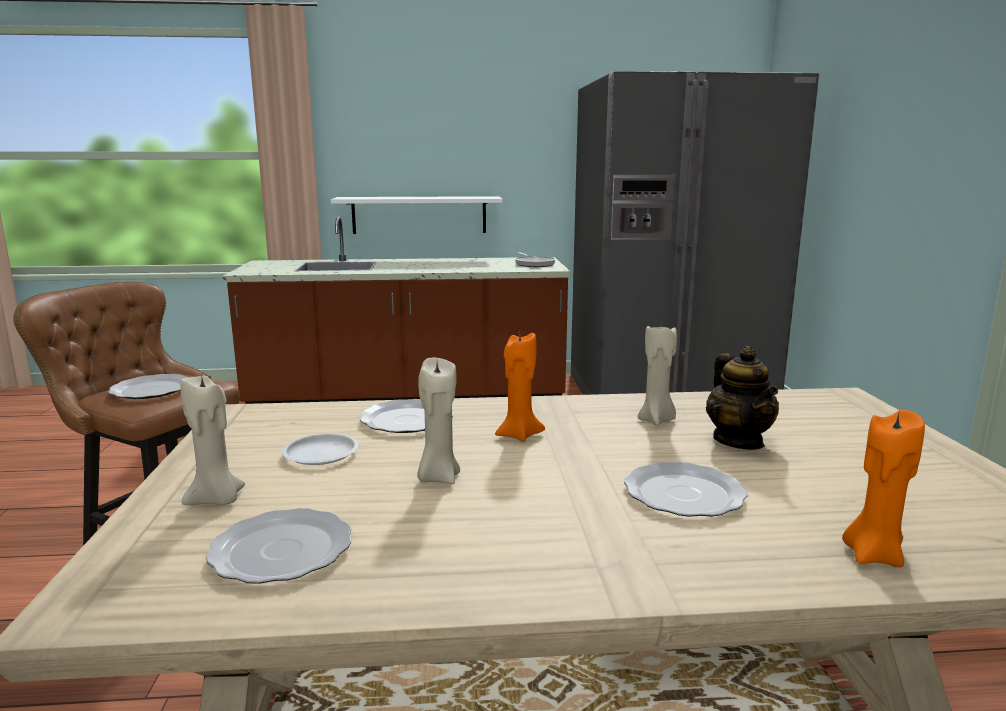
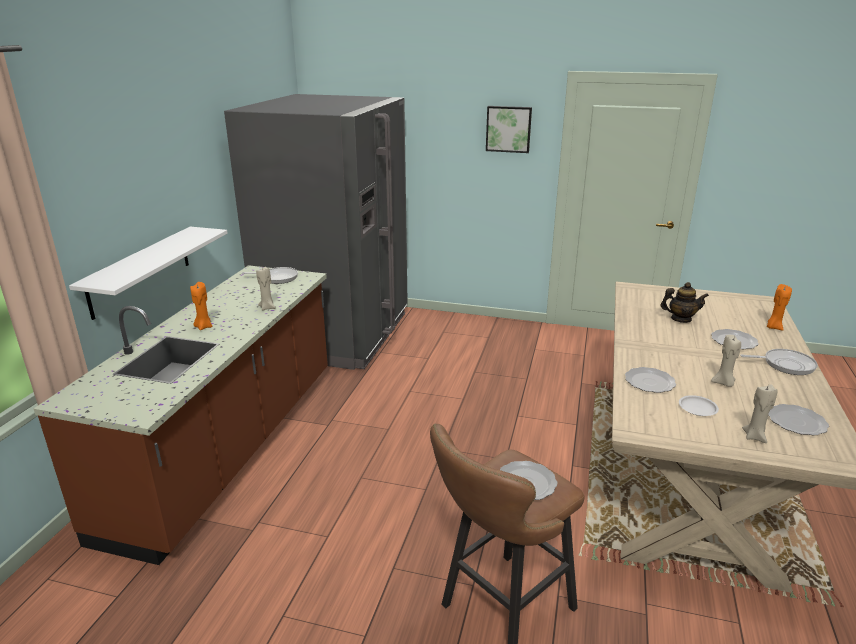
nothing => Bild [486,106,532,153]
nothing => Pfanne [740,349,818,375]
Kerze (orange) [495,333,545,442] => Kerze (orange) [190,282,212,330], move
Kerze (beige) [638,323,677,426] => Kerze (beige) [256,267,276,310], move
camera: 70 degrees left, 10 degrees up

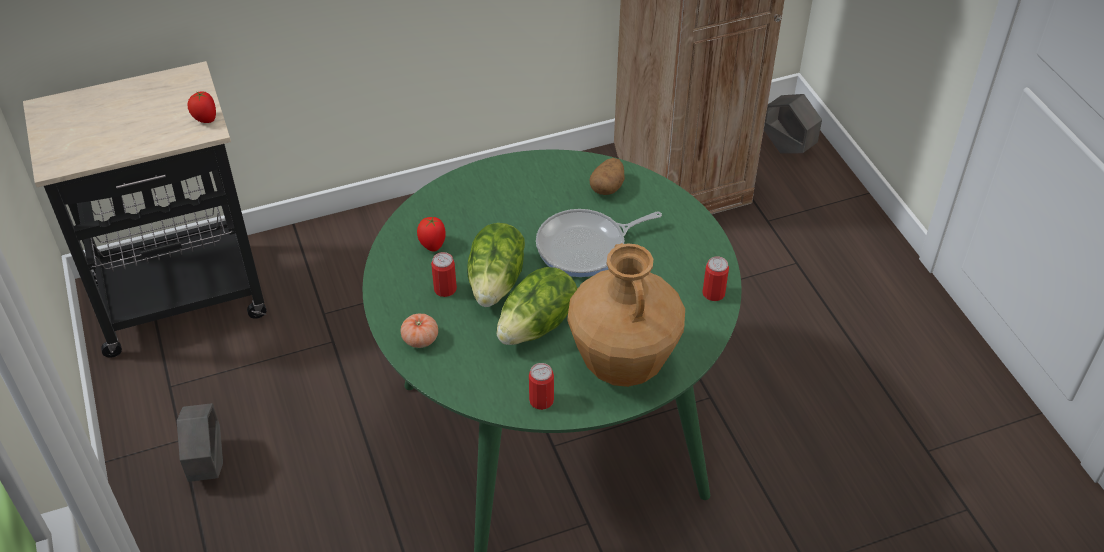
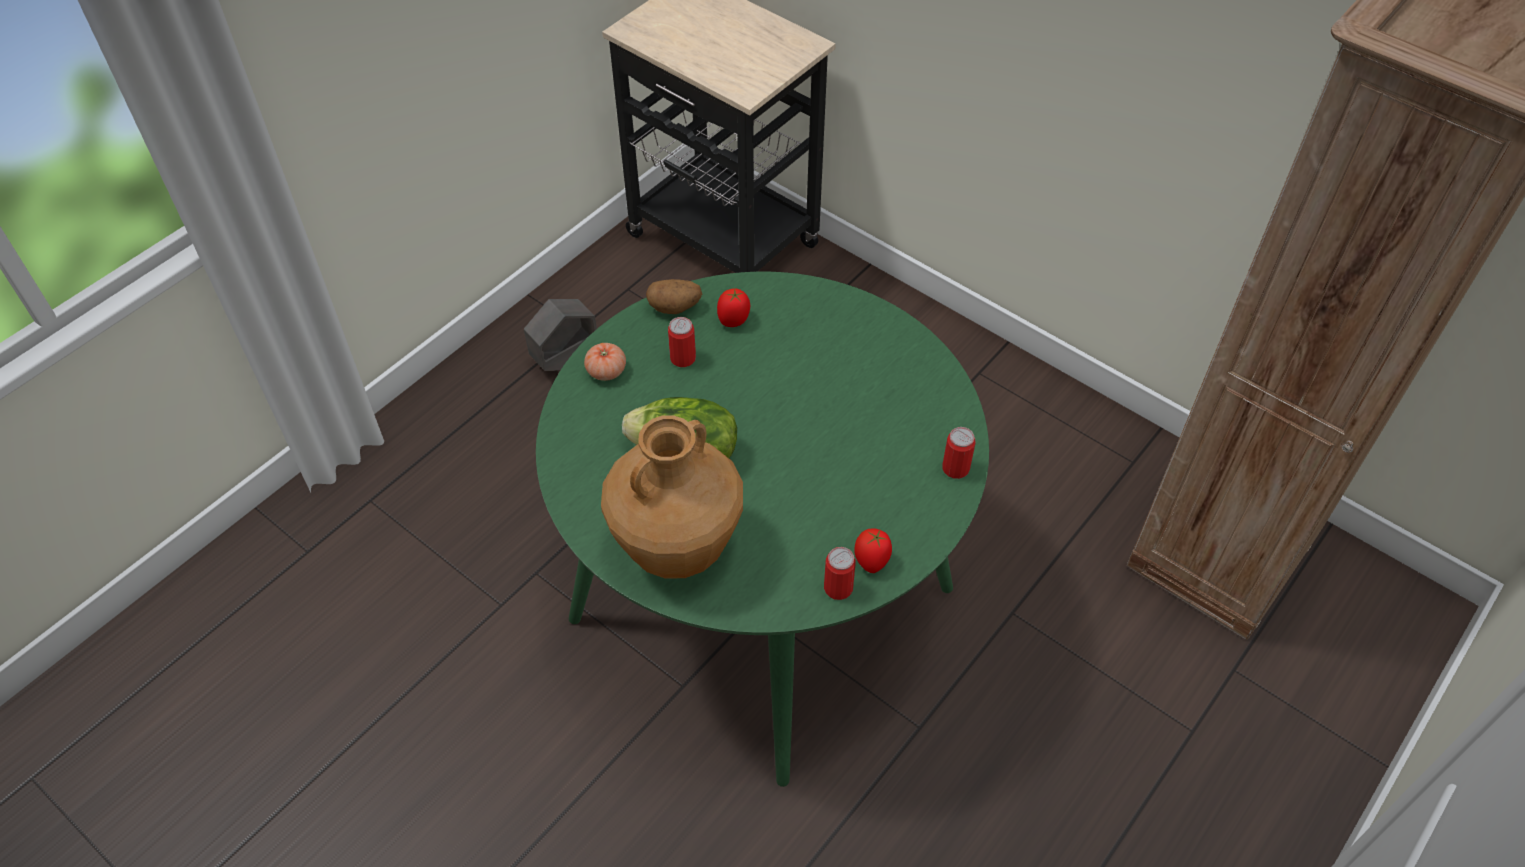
Salatkopf [467,223,525,307] => nothing
Pfanne [536,209,662,277] => nothing
Pflanzkübel (grau) [764,94,822,154] => nothing
Tomate [188,91,216,123] => Tomate [854,528,892,573], move
Dose [529,363,554,410] => Dose [942,427,975,479], move
Kartoffel [590,158,625,195] => Kartoffel [646,279,702,314], move
camera: 60 degrees right, 5 degrees up

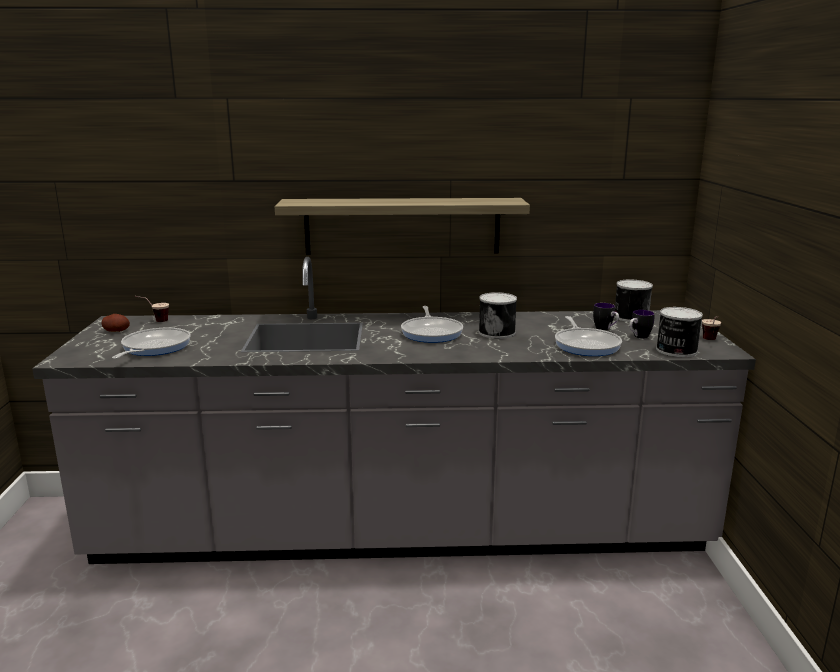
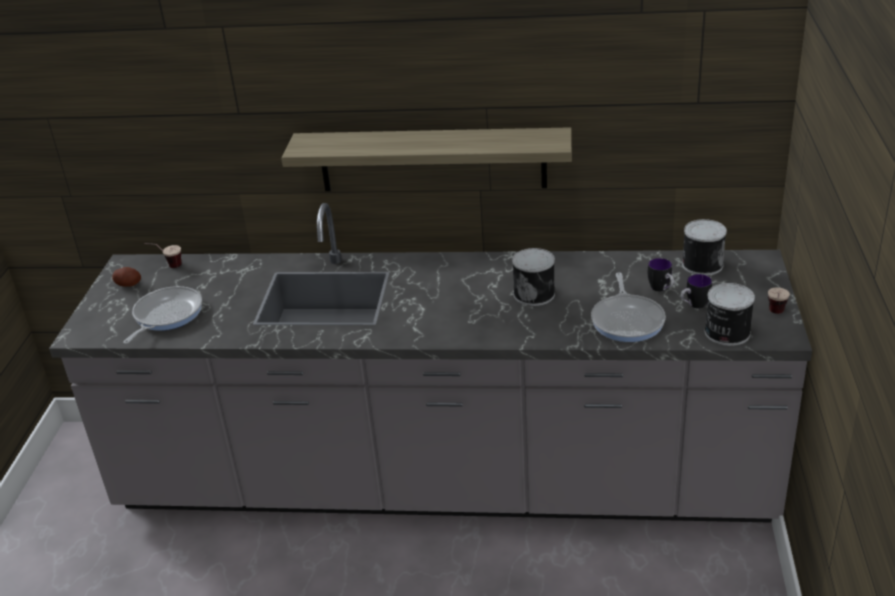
Pfanne [401,306,463,343] => nothing
camera: 10 degrees right, 15 degrees up

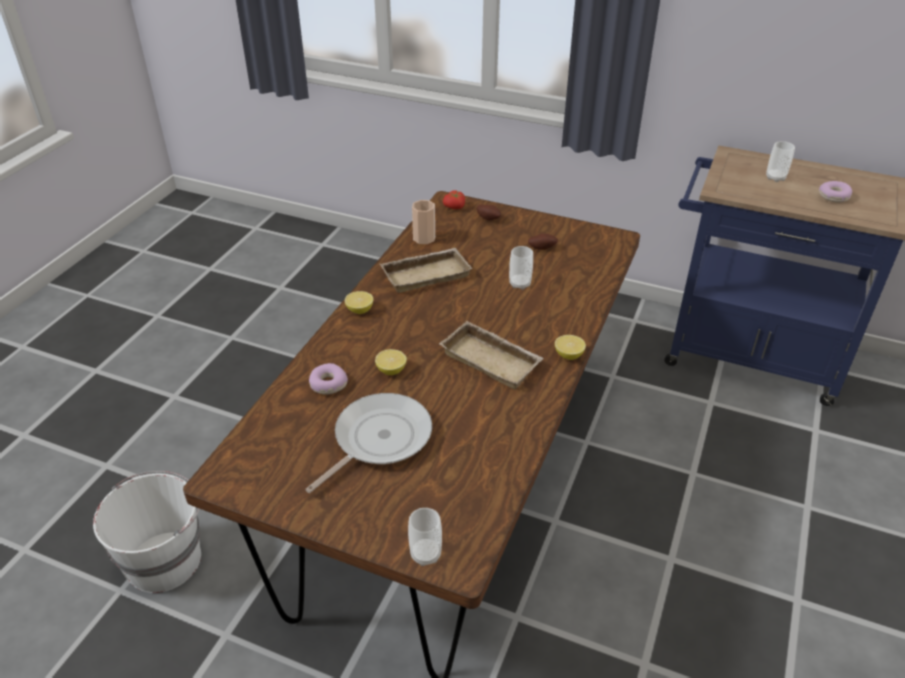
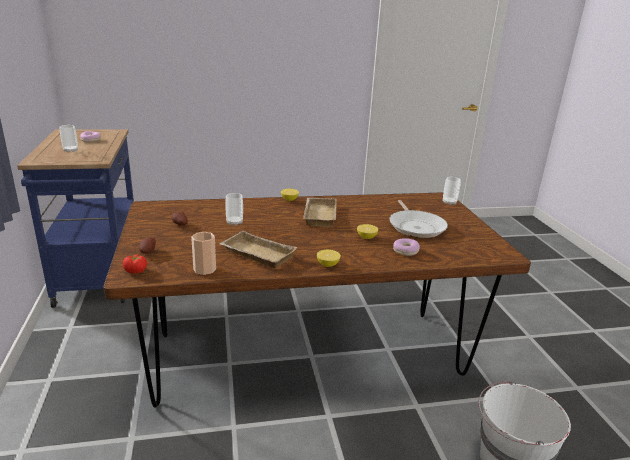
Pfanne [305,393,432,493] => Pfanne [390,200,448,238], 105 degrees counterclockwise
camera: 125 degrees left, 15 degrees down

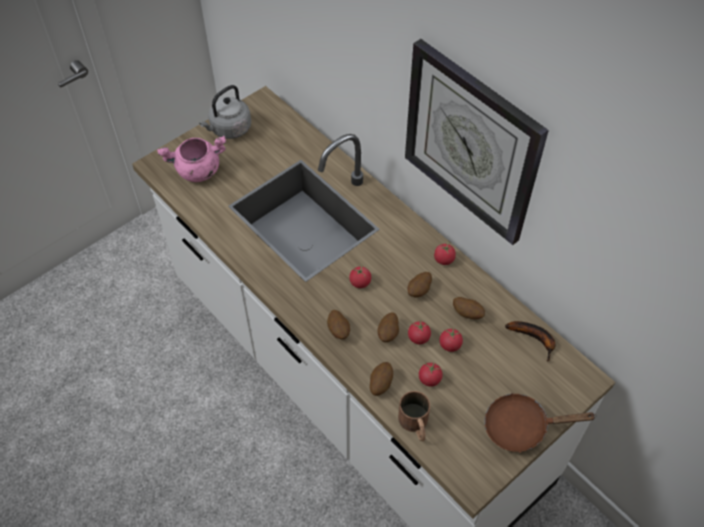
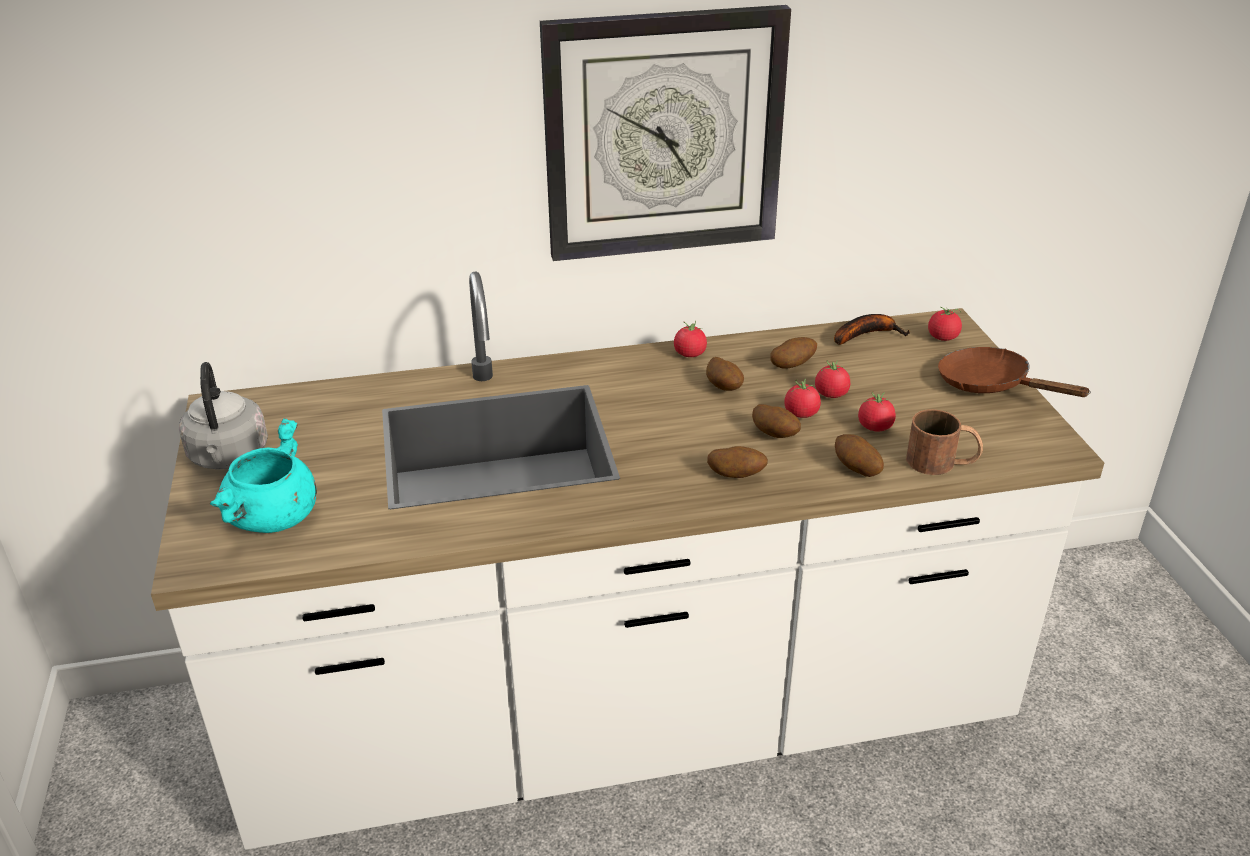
Tomate [349,266,371,288] => Tomate [928,307,962,341], move
Kochtopf (rosa) [157,136,226,182] => Kochtopf (türkis) [210,418,317,533]
Pfanne (braun) [485,393,596,453] => Pfanne (braun) [938,347,1091,397], 105 degrees clockwise
camera: 60 degrees left, 20 degrees down

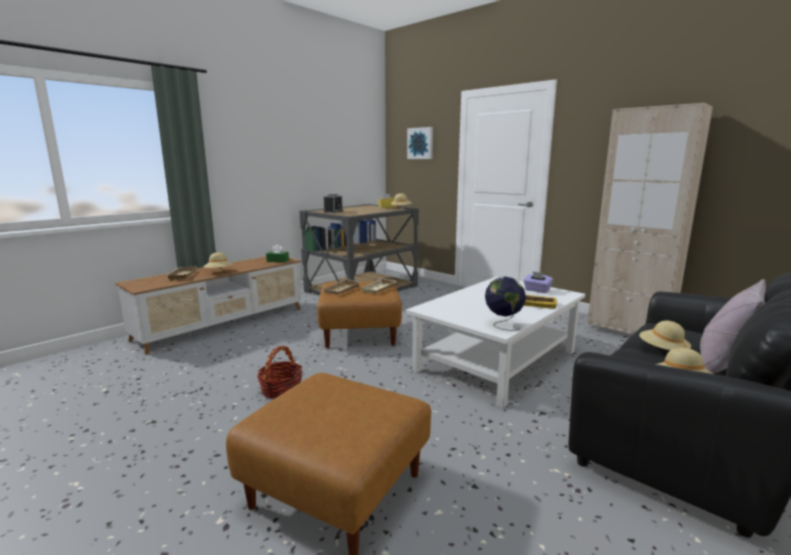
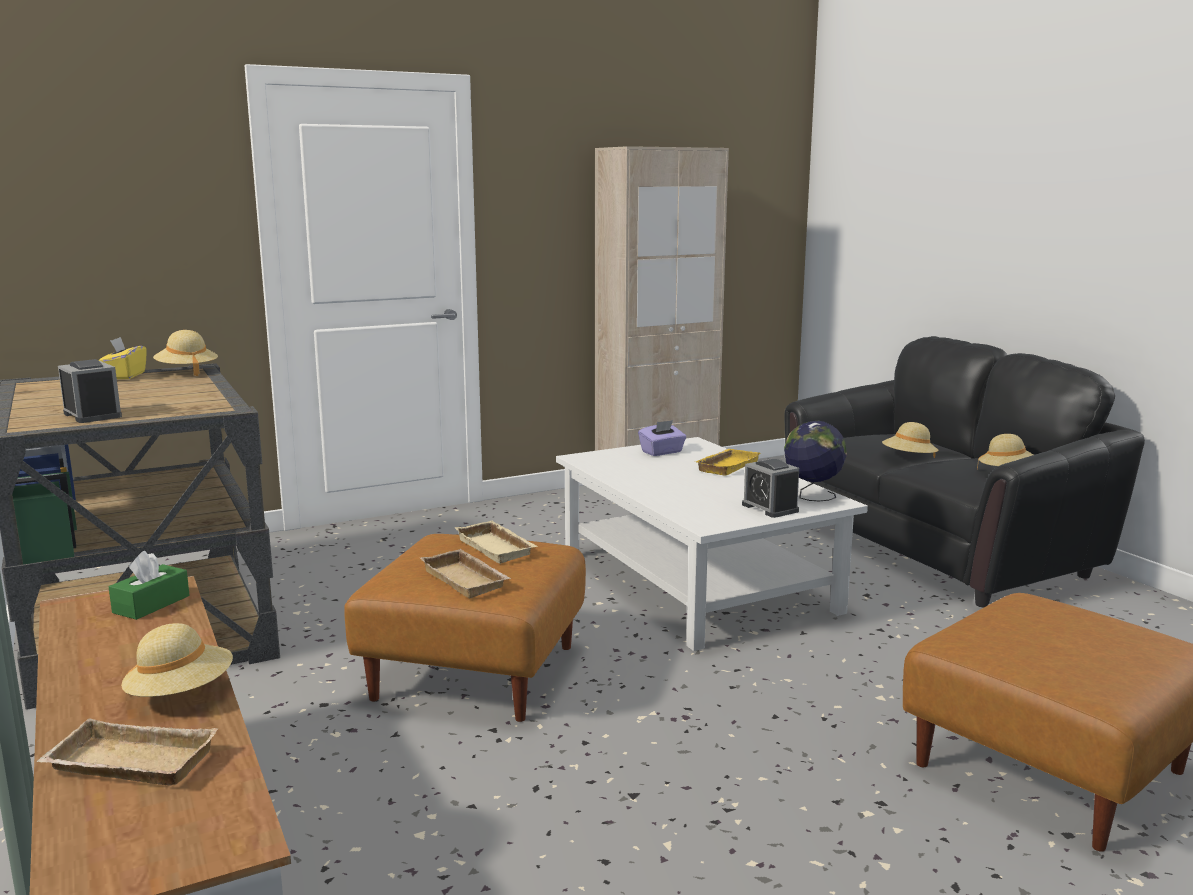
Korb [257,346,303,399] => nothing
Bild [407,127,433,159] => nothing
Kissen (lila) [700,279,766,373] => nothing
nothing => Wecker [742,459,799,518]
camera: 70 degrees left, 0 degrees up

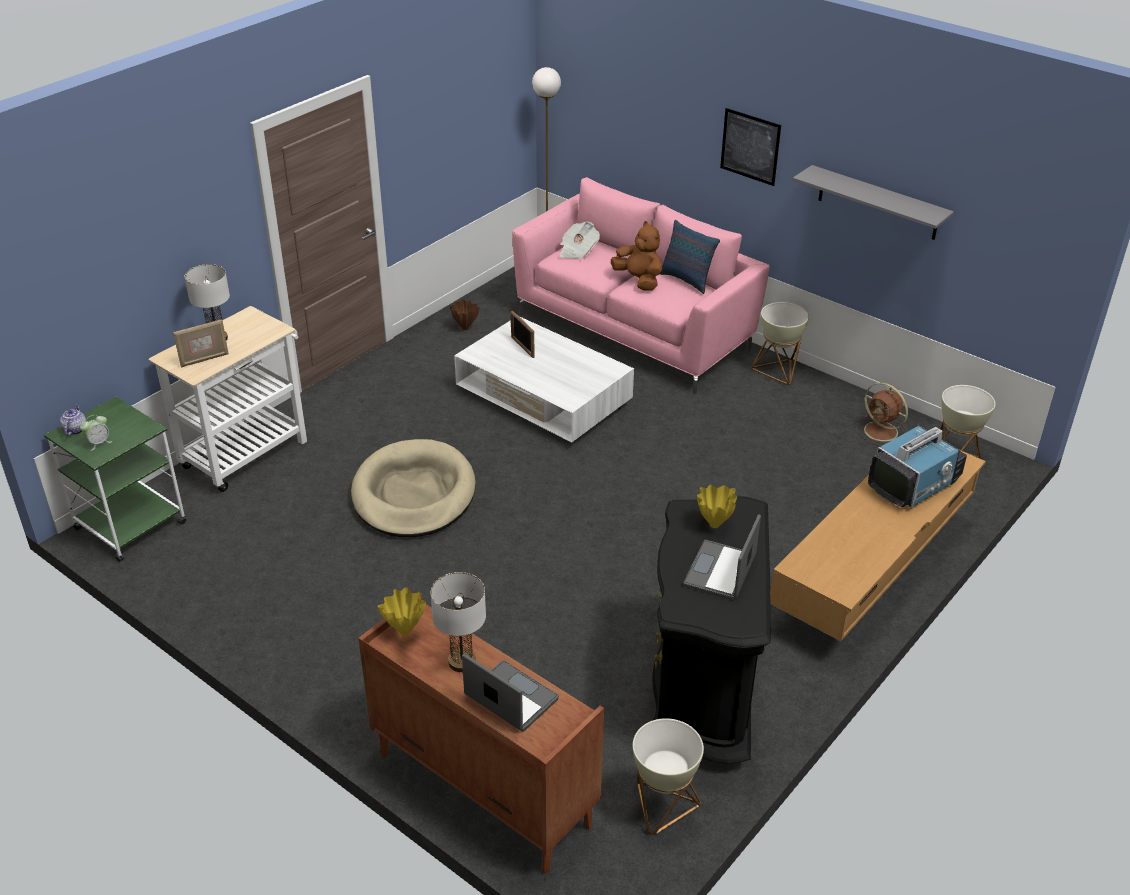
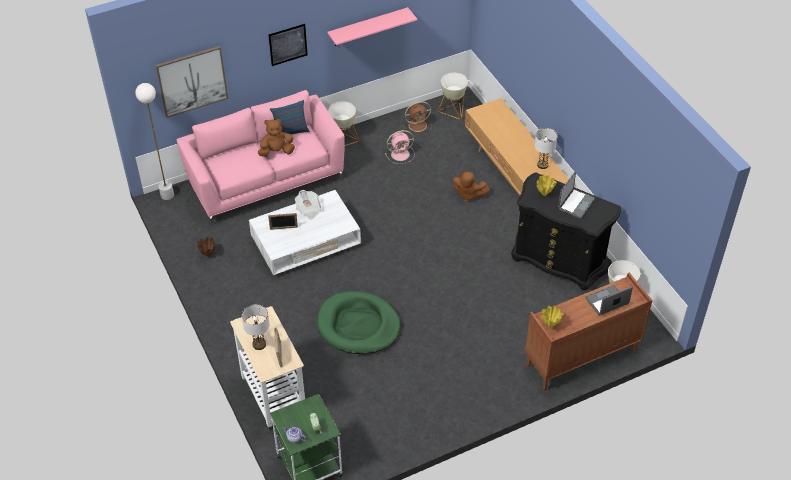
Fernseher [868,425,967,508] => nothing
nothing => Bild [156,46,228,118]
nothing => Ventilator (rosa) [385,130,415,164]
nothing => Plüschtier (braun) [453,172,490,202]
Tischlampe [431,572,486,672] => Tischlampe [534,128,557,169], move
Zeitung [560,222,600,259] => Zeitung [295,190,322,220], move
Hundebett (beige) [351,439,476,537] => Hundebett (grün) [317,291,400,354]
Wandregal (grau) [793,165,954,240] => Wandregal (rosa) [327,7,417,46]
Laptop [683,515,761,600] => Laptop [558,171,595,219], 105 degrees counterclockwise
camera: 65 degrees left, 10 degrees up

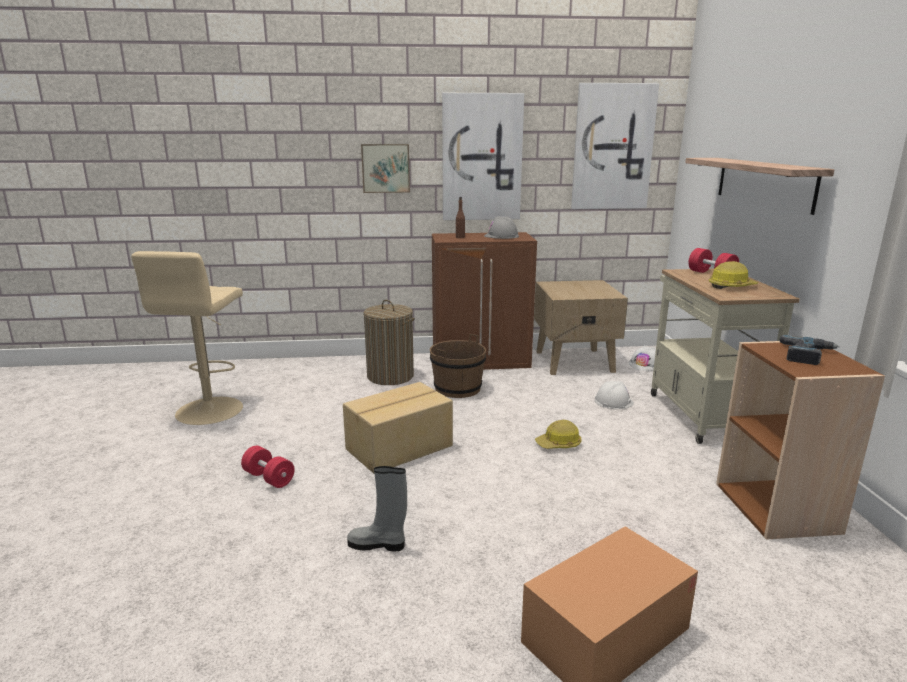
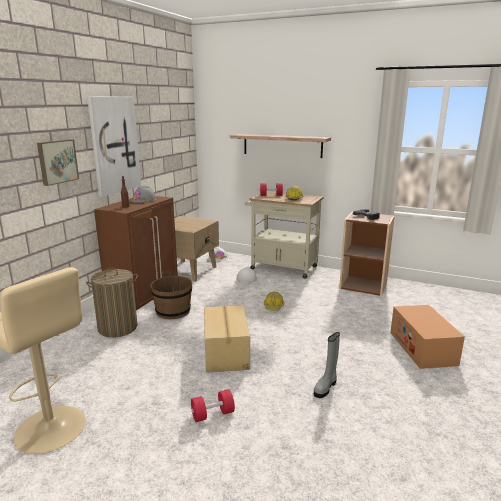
Bild [571,83,659,209] => nothing
camera: 60 degrees left, 0 degrees up

